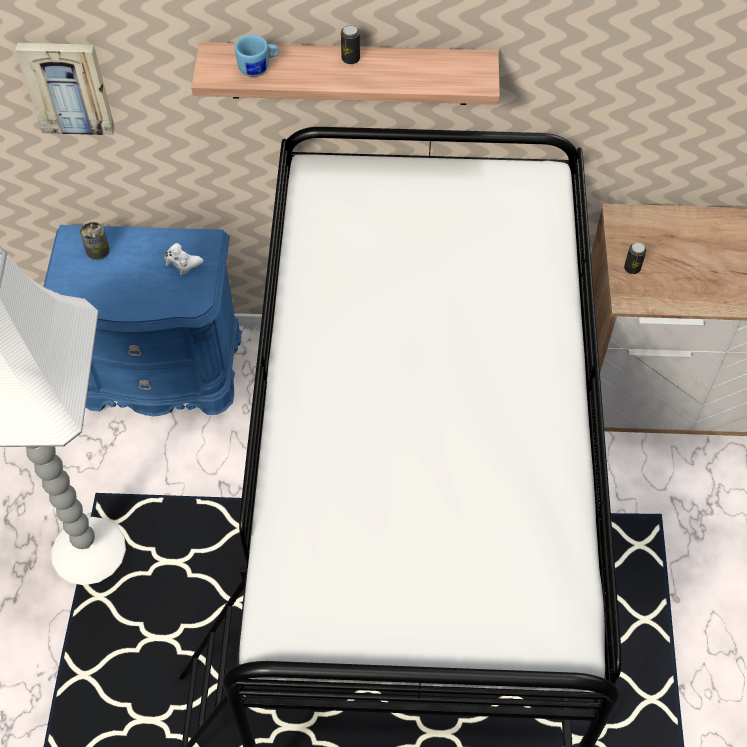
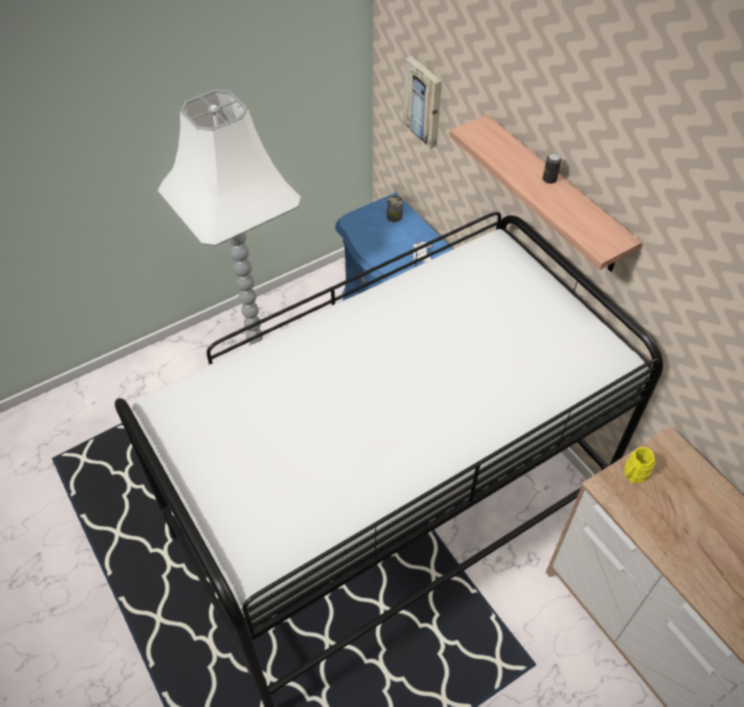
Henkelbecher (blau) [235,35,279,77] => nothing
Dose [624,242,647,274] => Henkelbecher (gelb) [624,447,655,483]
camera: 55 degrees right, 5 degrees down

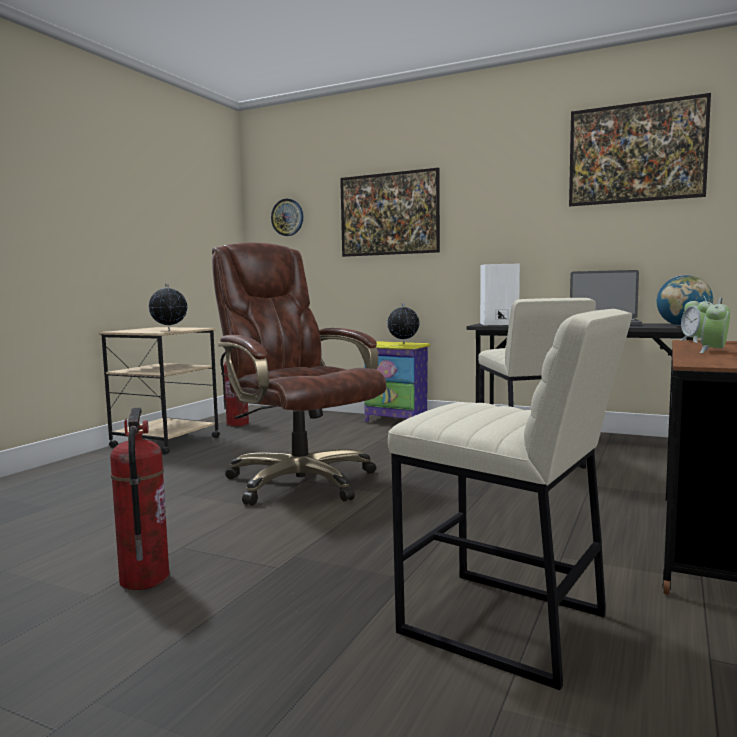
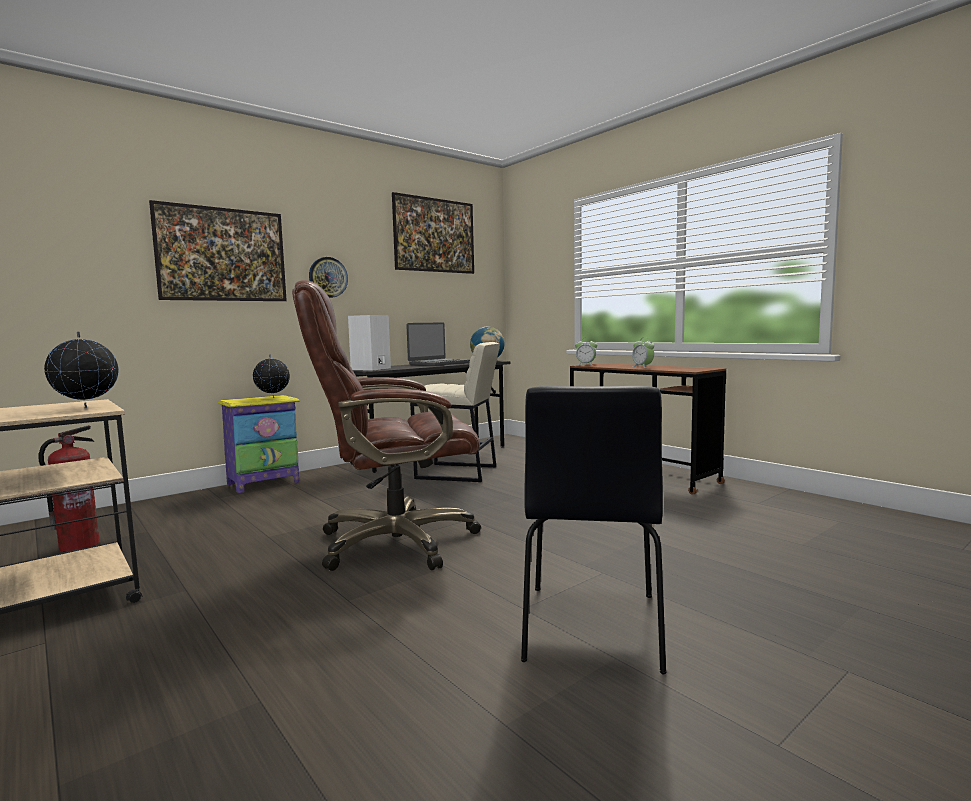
Stuhl (beige) [388,309,632,690] => nothing
Wanduhr [271,199,303,236] => Wanduhr [309,257,348,298], move
Feuerlöscher [110,408,169,590] => Stuhl (schwarz) [521,386,666,674]
camera: 65 degrees left, 0 degrees up

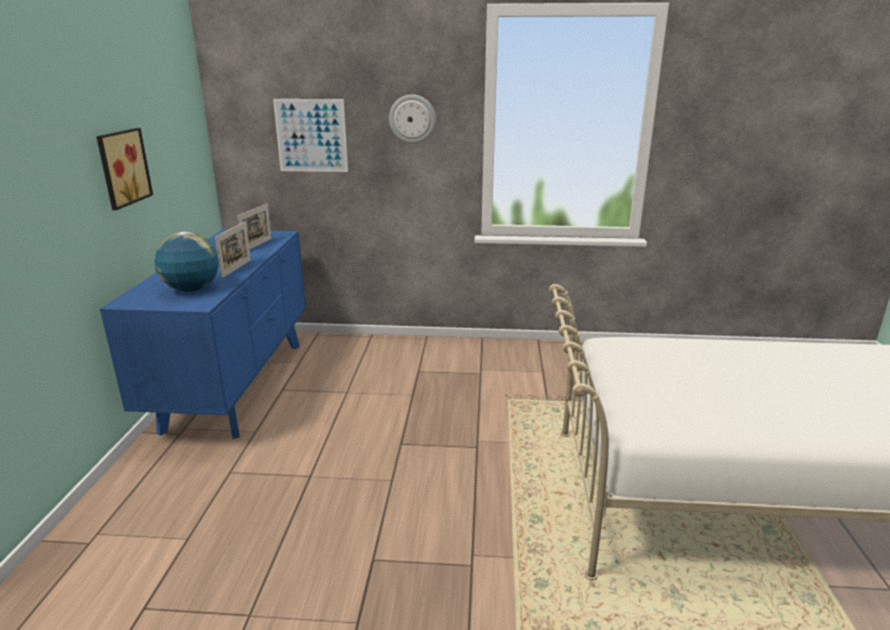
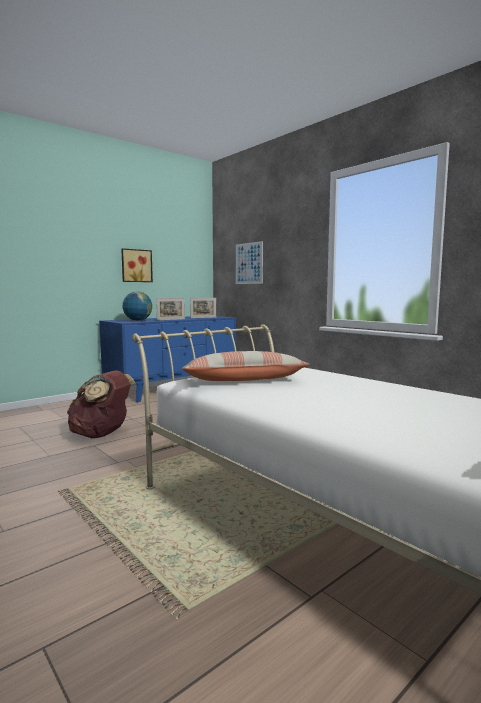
Wanduhr [389,94,436,144] => nothing
nothing => Rucksack (braun) [67,370,136,438]
nothing => Kissen [182,351,309,381]
camera: 45 degrees right, 15 degrees down

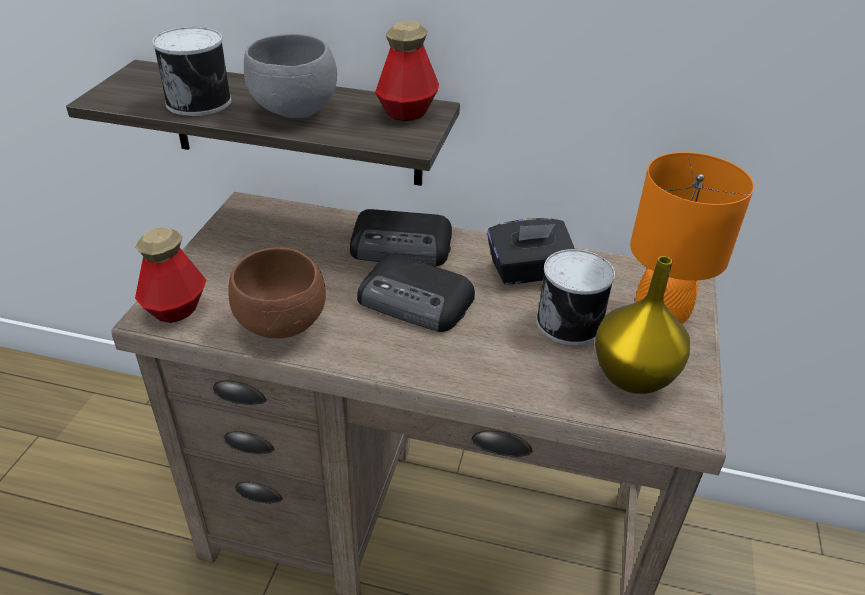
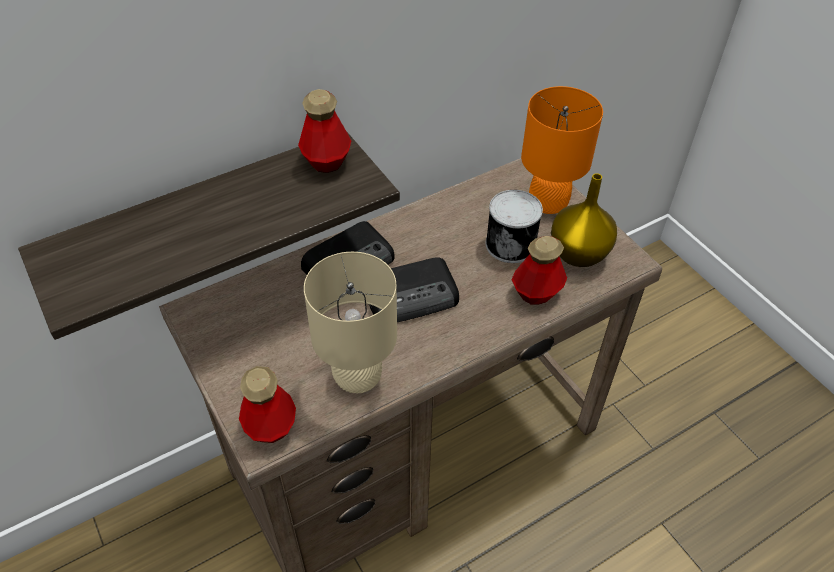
Dose [152,27,231,116] => nothing
Schüssel (grau) [244,33,337,118] => nothing
Taschentuchbox (schwarz) [487,218,575,284] => nothing
nothing => Flasche [511,236,567,305]
Schüssel (braun) [228,247,326,339] => Tischlampe (beige) [304,252,397,393]
camera: 45 degrees left, 10 degrees up

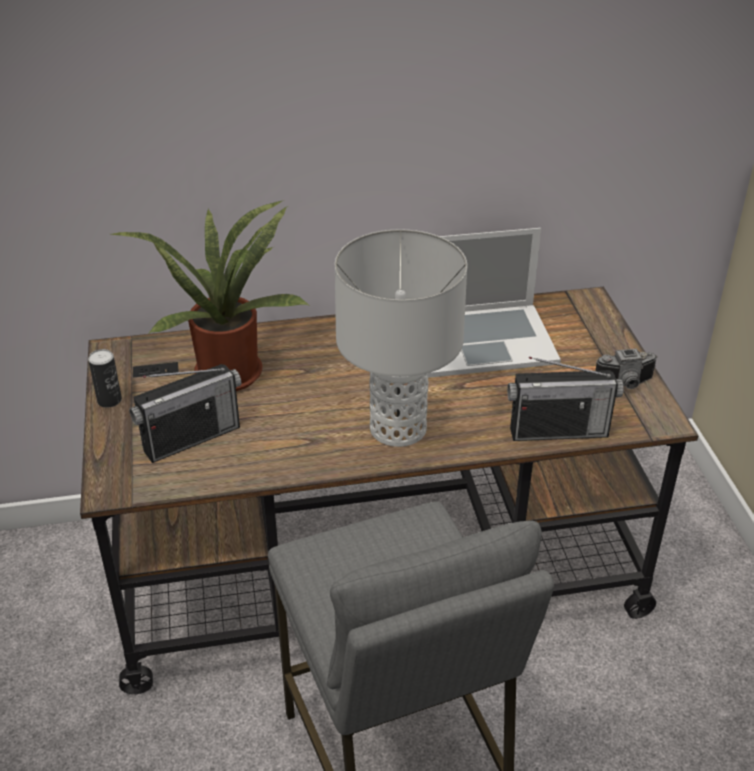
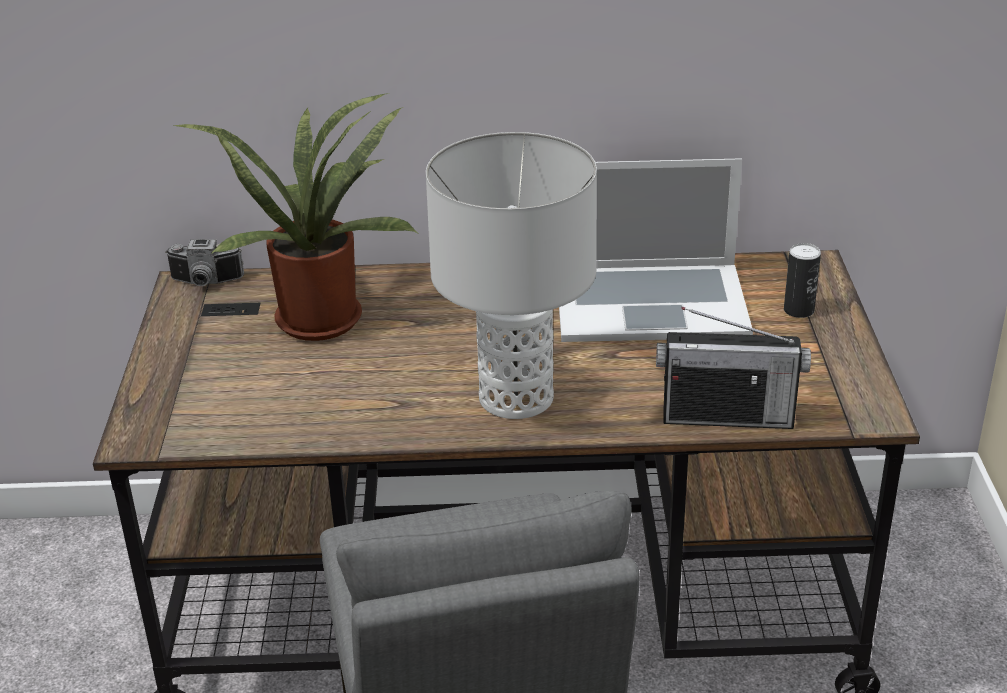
Radio [129,364,242,463] => nothing
Dose [88,349,122,408] => Dose [784,243,821,318], move
Kamera [595,348,657,389] => Kamera [165,239,244,286], move
camera: 10 degrees right, 5 degrees down

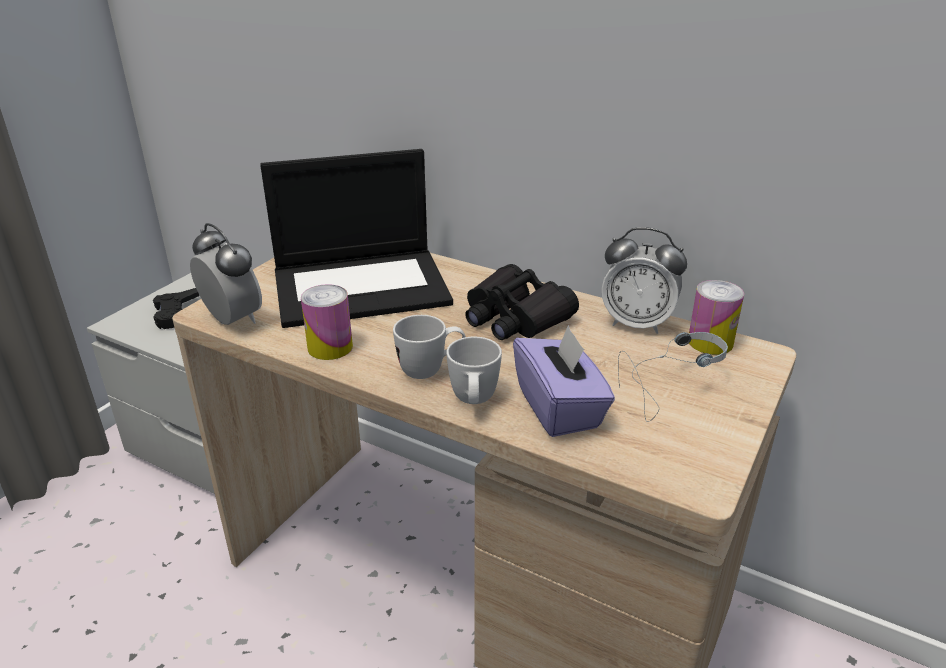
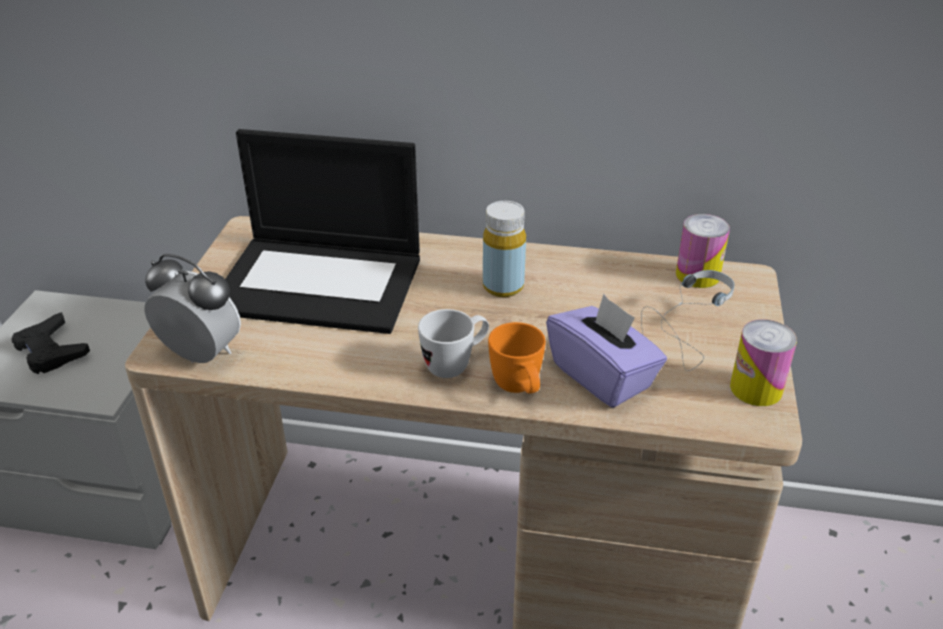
Wecker [602,227,687,334] => nothing
Dose [301,284,353,360] => Dose [730,320,797,406], move
Fernglas (schwarz) [465,264,579,340] => Flasche (gelb) [483,201,526,297]
Henkelbecher (weiß) [446,337,502,404] => Henkelbecher (orange) [488,322,546,393]
Laptop [260,149,453,328] => Laptop [225,129,420,334], 45 degrees clockwise
camera: 20 degrees left, 5 degrees up

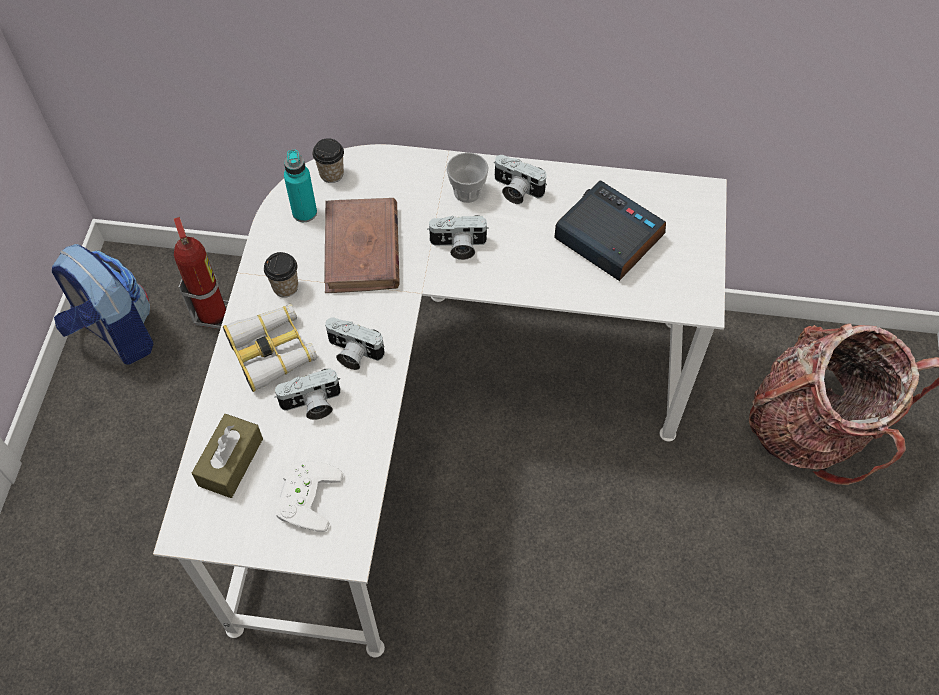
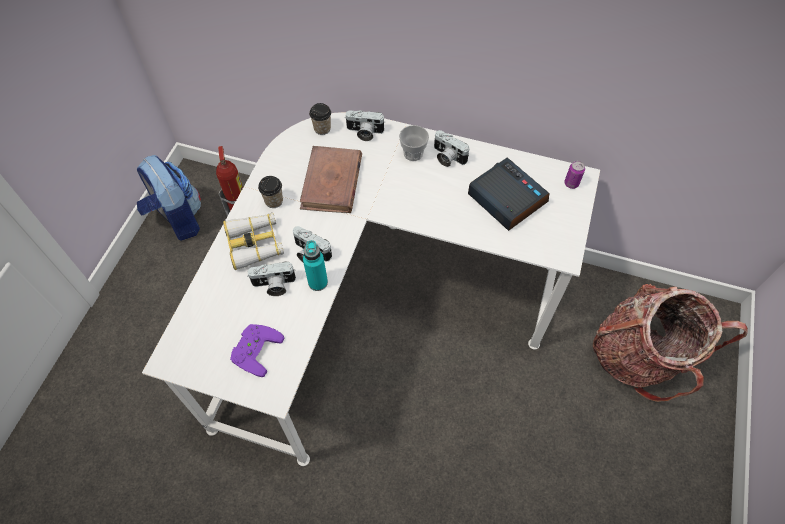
Taschentuchbox (braun) [192,413,263,498] => nothing
nothing => Dose [564,161,585,189]
Flasche (türkis) [284,149,317,222] => Flasche (türkis) [303,240,328,291], move
Kamera [427,215,489,260] => Kamera [344,110,385,141], move
Gamepad (weiß) [276,461,343,532] => Gamepad (lila) [230,324,285,377]
camera: 10 degrees right, 0 degrees up

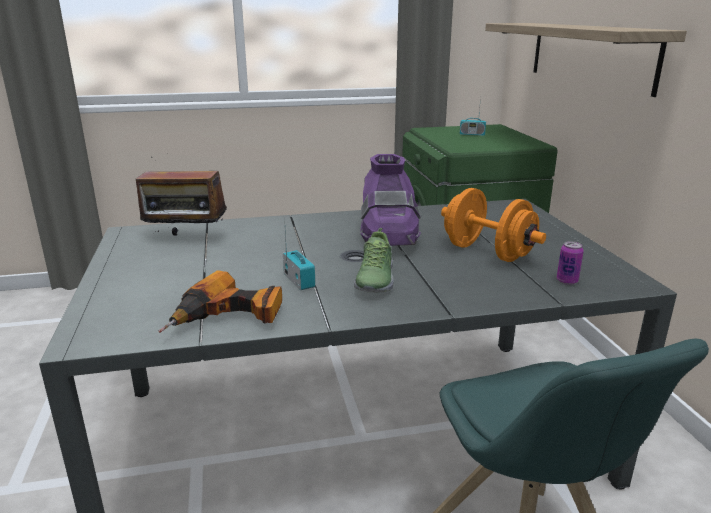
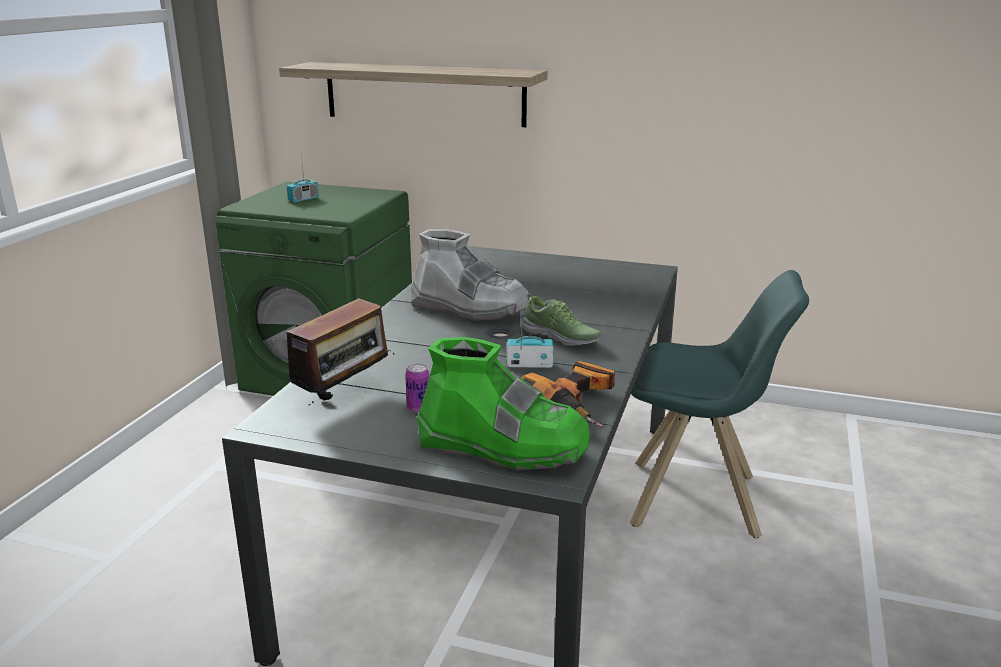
Hantel (orange) [441,188,546,262] => nothing
nothing => Stiefel (grün) [417,337,591,471]
Dose [557,241,584,285] => Dose [405,364,429,412], move
Stiefel (lila) [360,154,421,246] => Stiefel (grau) [411,229,528,321]
camera: 60 degrees left, 0 degrees up

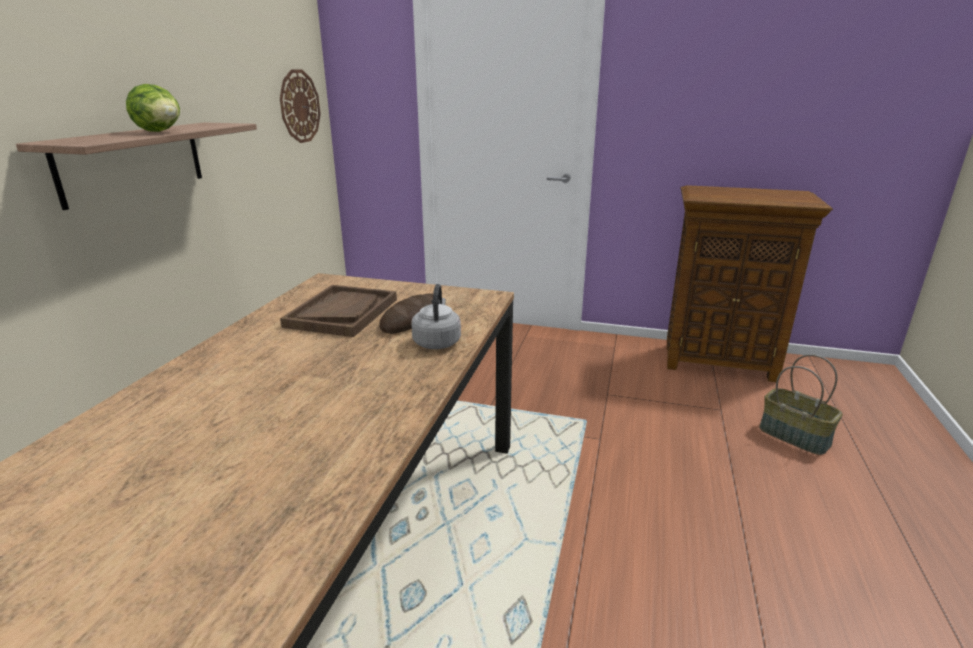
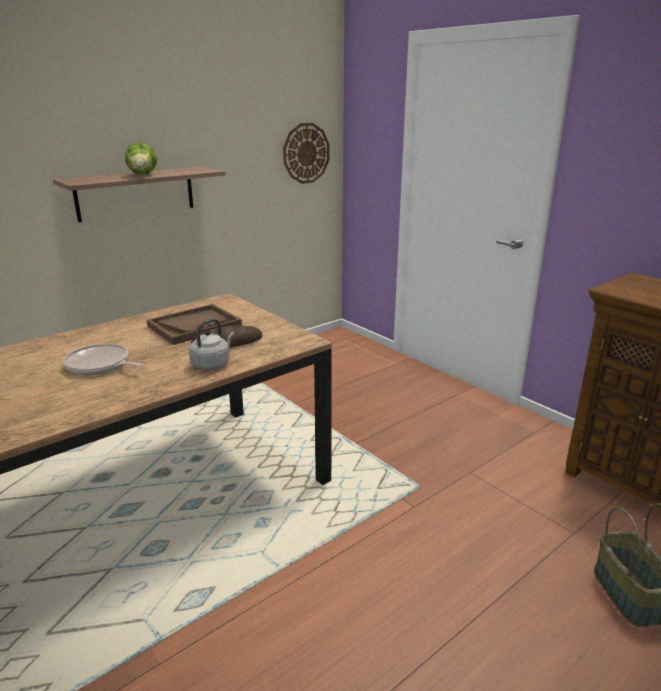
nothing => Pfanne [63,343,145,375]
camera: 35 degrees right, 0 degrees up

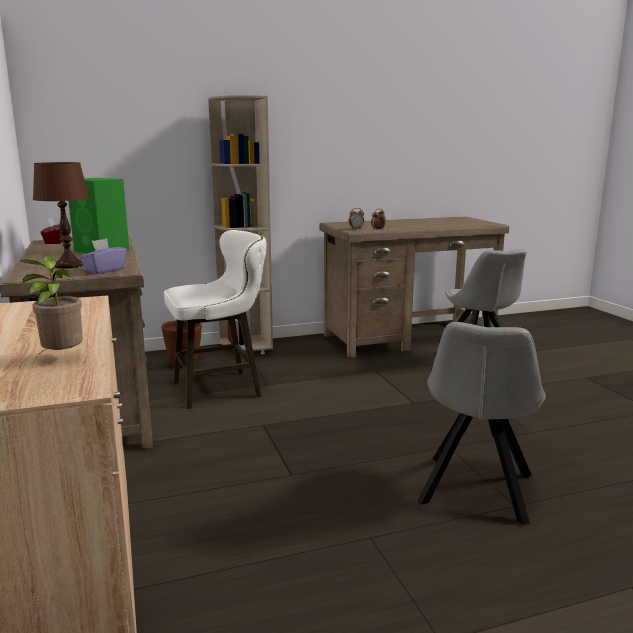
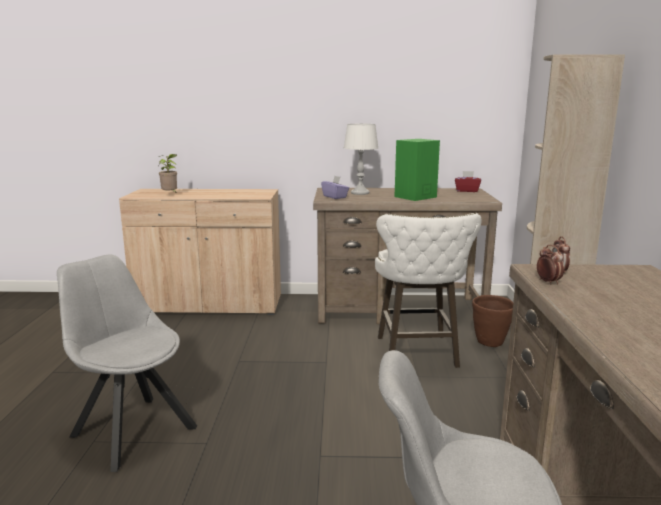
Tischlampe (braun) [33,162,89,269] => Tischlampe (weiß) [344,124,378,195]
camera: 110 degrees right, 0 degrees up

